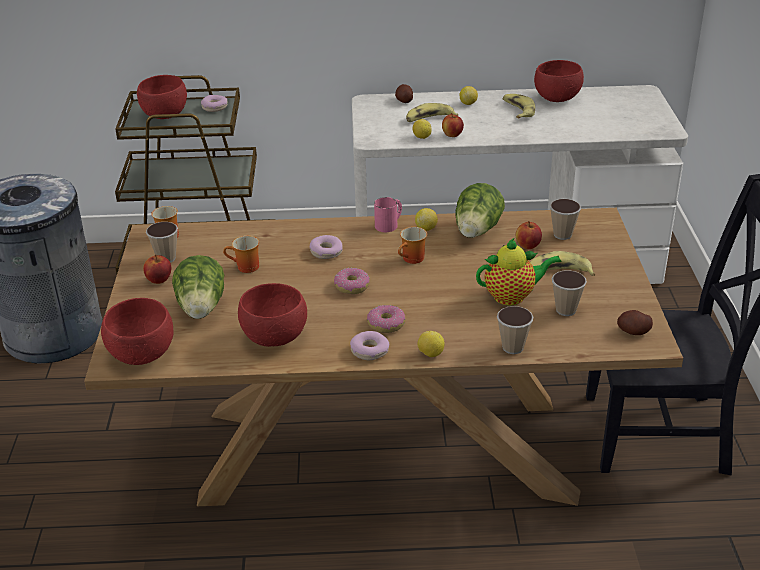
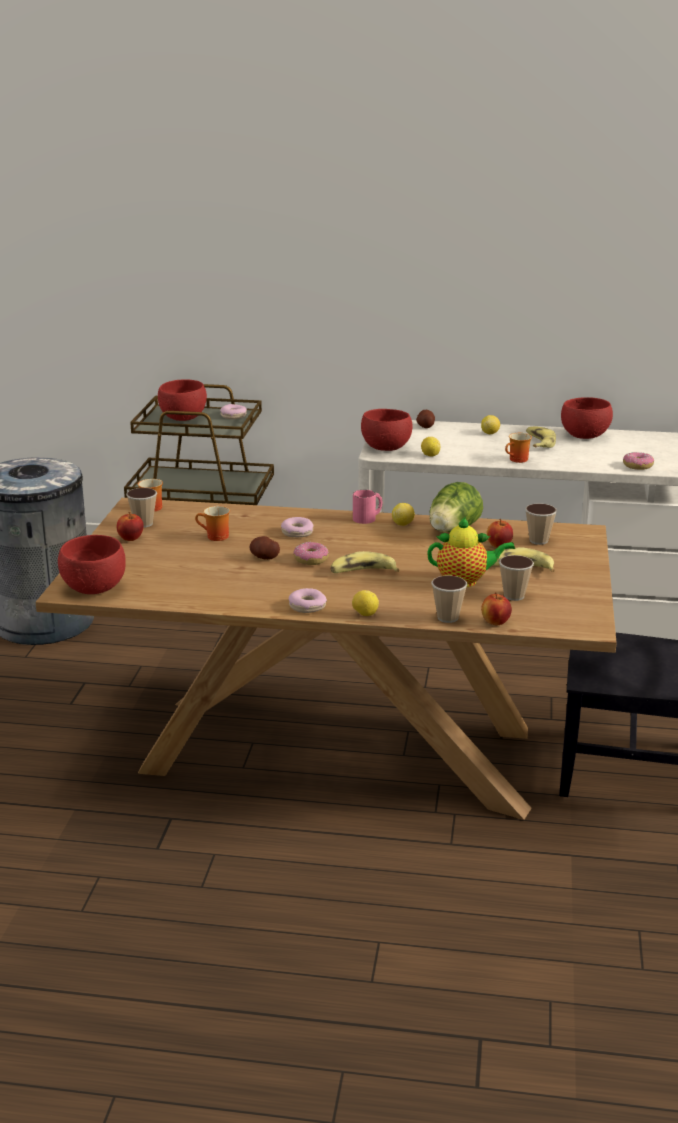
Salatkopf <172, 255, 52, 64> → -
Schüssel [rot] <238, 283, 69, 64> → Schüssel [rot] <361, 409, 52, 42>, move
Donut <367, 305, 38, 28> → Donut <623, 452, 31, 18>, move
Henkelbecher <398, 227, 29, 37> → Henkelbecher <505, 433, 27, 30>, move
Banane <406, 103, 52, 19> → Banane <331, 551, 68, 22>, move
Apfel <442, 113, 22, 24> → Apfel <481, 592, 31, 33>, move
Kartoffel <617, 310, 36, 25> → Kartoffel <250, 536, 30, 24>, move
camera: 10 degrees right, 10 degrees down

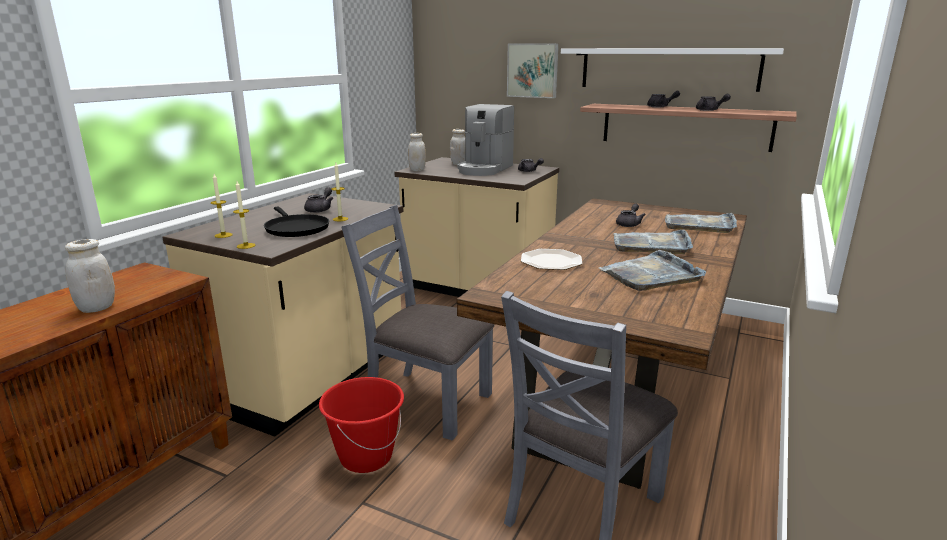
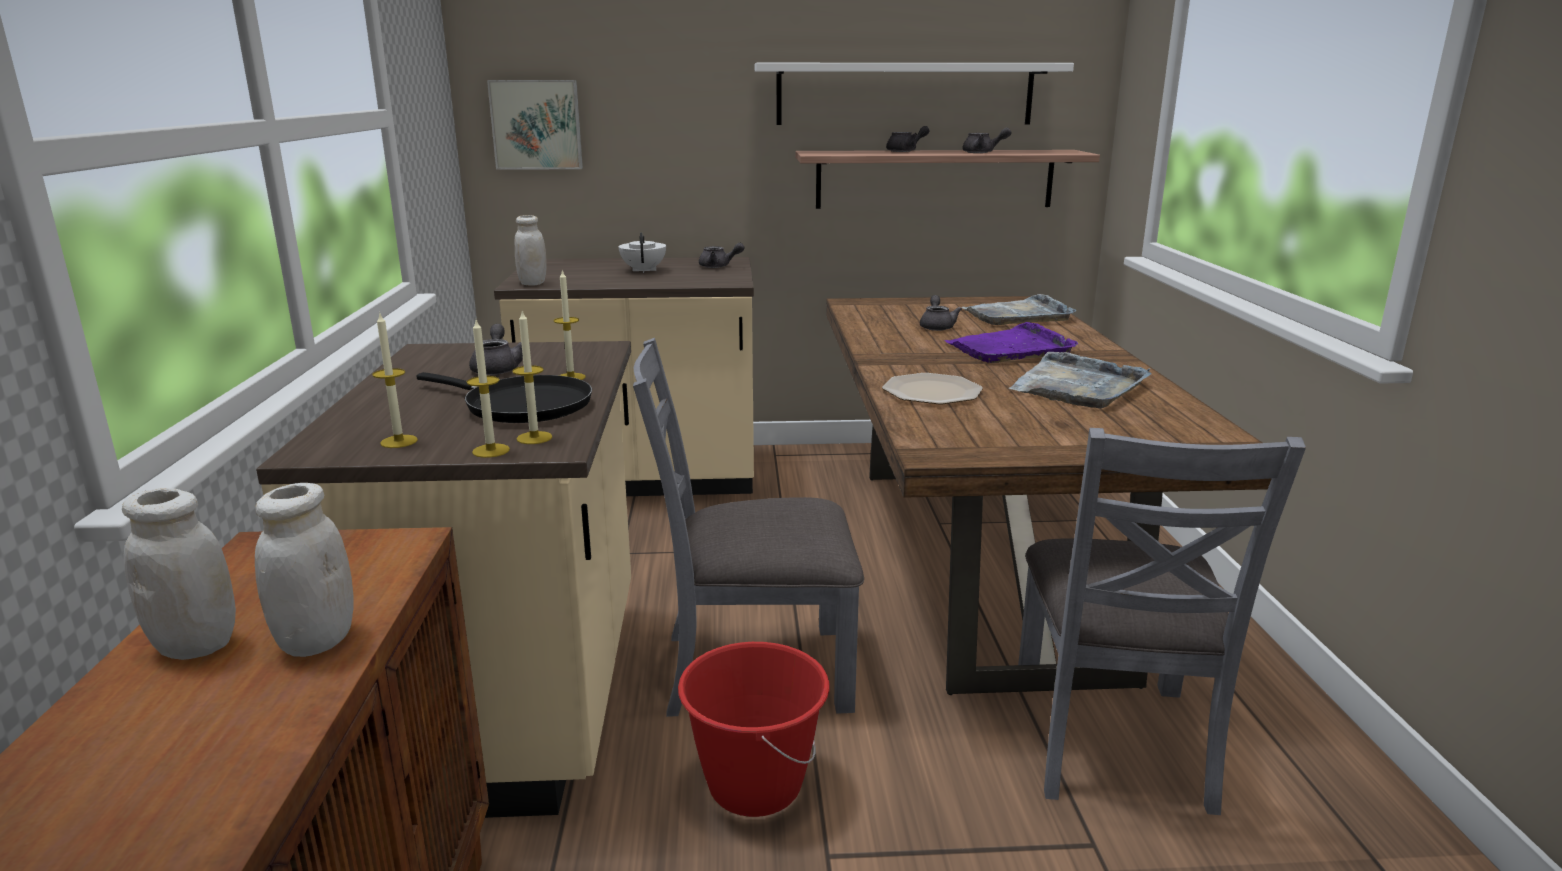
- → Kerze <512, 311, 40, 133>
Vorratsglas [weiß] <450, 129, 15, 36> → Vorratsglas [weiß] <122, 488, 114, 172>, move
Bild <507, 43, 52, 55> → Bild <487, 80, 96, 90>, move
Kaffeemaschine <457, 104, 57, 72> → Teekanne [weiß] <618, 232, 48, 41>
Tablett [grau] <614, 229, 79, 25> → Tablett [lila] <944, 322, 134, 41>
camera: 30 degrees left, 0 degrees up

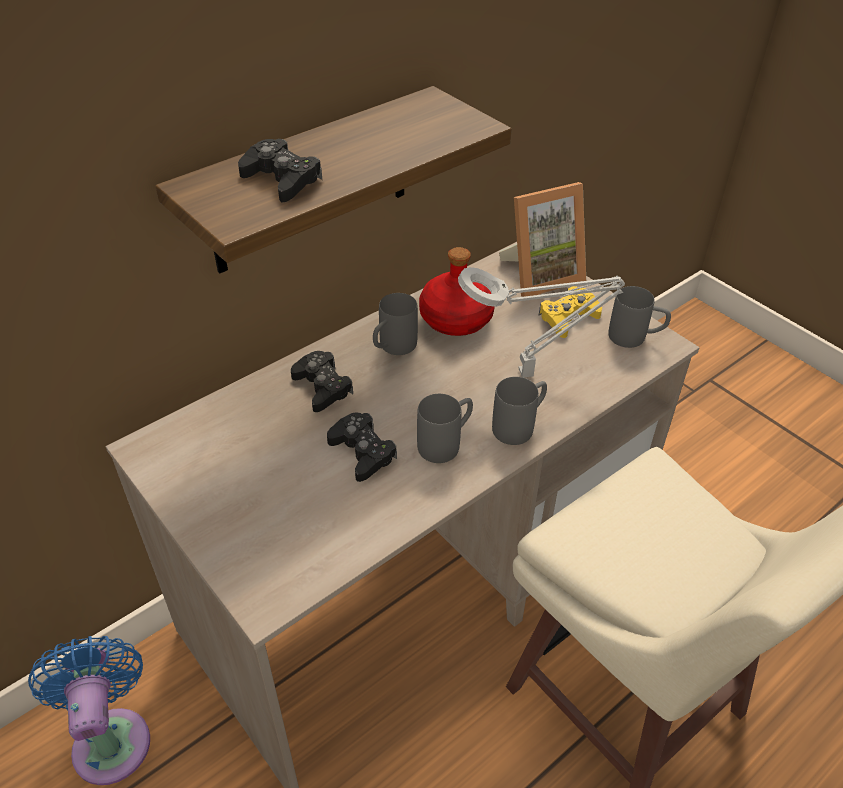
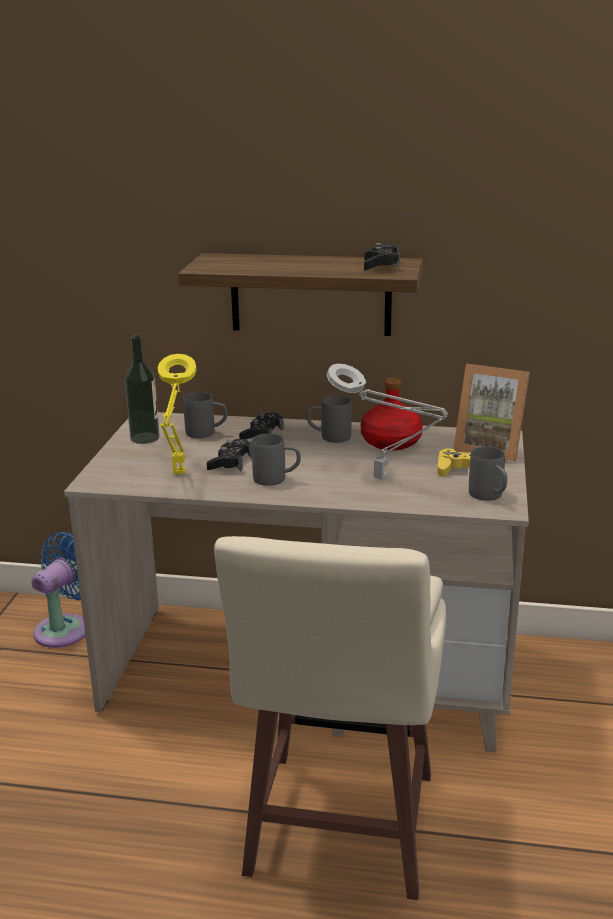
- → Flasche <125, 335, 34, 109>
- → Tischlampe [gelb] <157, 354, 40, 120>
Gamepad [schwarz] <238, 139, 84, 63> → Gamepad [schwarz] <364, 243, 36, 27>, move
Henkelbecher [grau] <492, 377, 55, 68> → Henkelbecher [grau] <183, 392, 44, 46>, move
camera: 50 degrees right, 20 degrees down

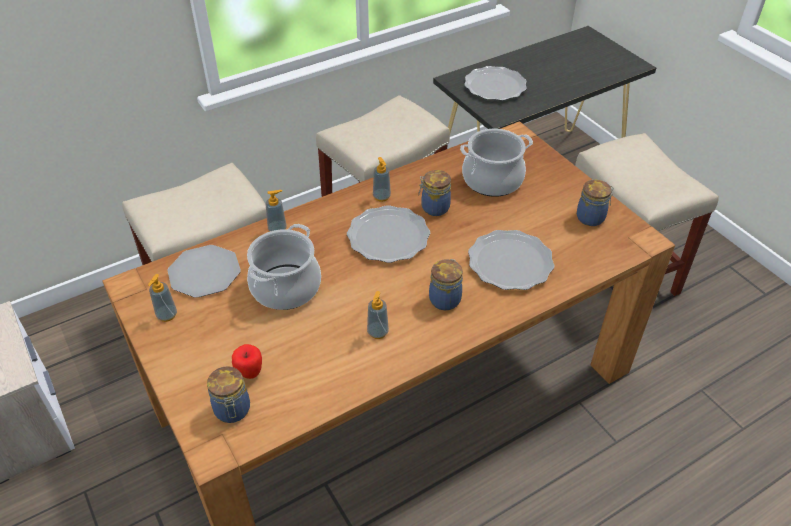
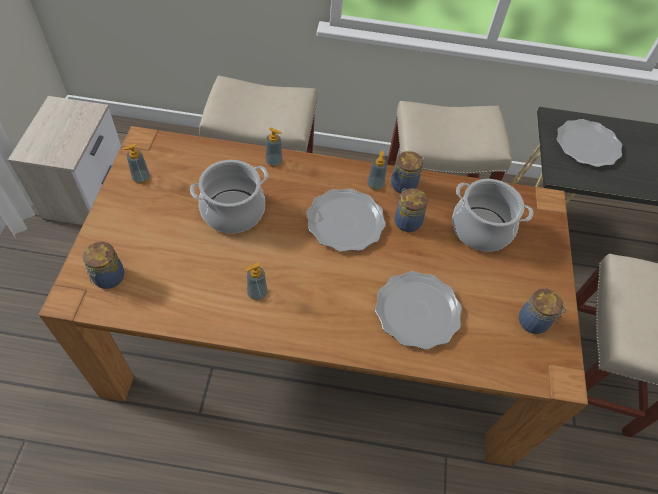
Teller <167, 245, 74, 53> → -
Apfel <232, 344, 30, 35> → -
Vorratsglas <429, 259, 34, 51> → Vorratsglas <391, 151, 33, 42>, move
camera: 35 degrees right, 10 degrees up

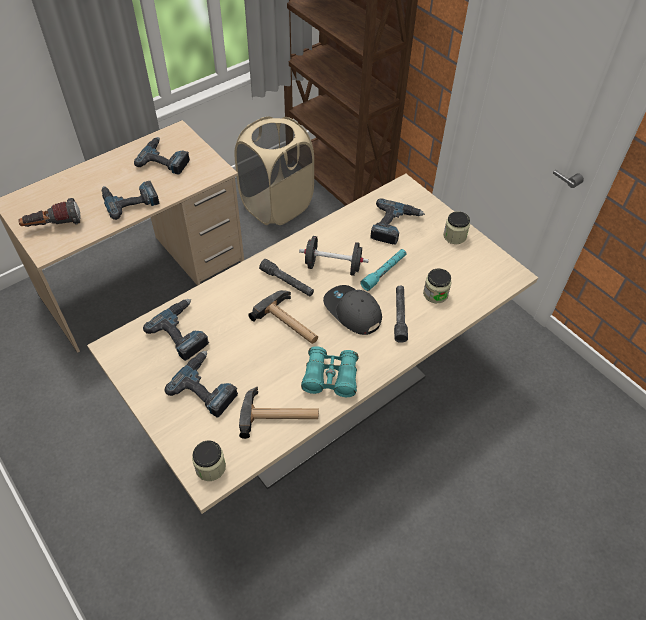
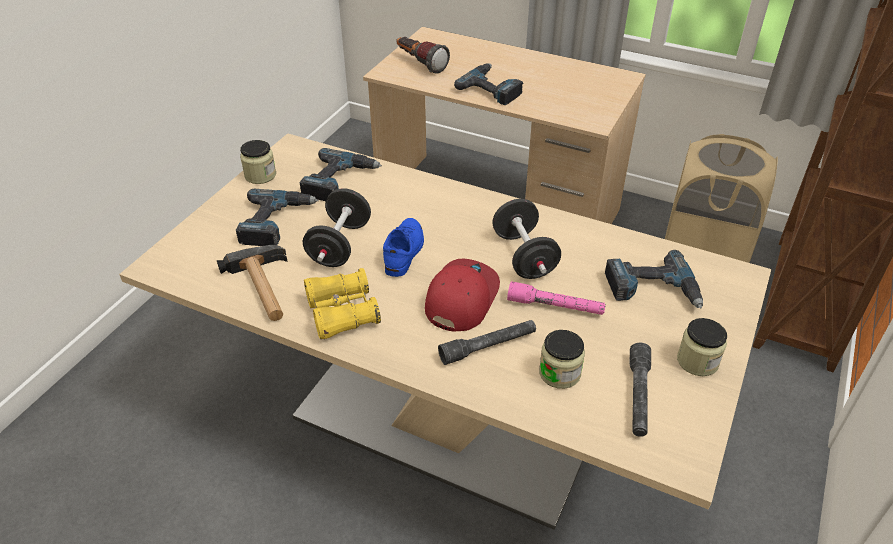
Bohrmaschine <134, 137, 56, 38> → -
- → Hantel [schwarz] <303, 188, 68, 79>
Vorratsglas <192, 441, 34, 40> → Vorratsglas <240, 140, 36, 44>, move
Taschenlampe [grau] <259, 259, 55, 37> → Taschenlampe [grau] <630, 343, 21, 94>, move
Hammer <248, 290, 70, 54> → Schuh [blau] <383, 218, 41, 59>
Fernglas [türkis] <301, 346, 58, 51> → Fernglas [gelb] <304, 268, 77, 71>
Kappe [grau] <323, 285, 59, 50> → Kappe [rot] <425, 259, 75, 73>
Taschenlampe [türkis] <360, 249, 46, 42> → Taschenlampe [rosa] <507, 281, 99, 34>
camera: 65 degrees right, 10 degrees down

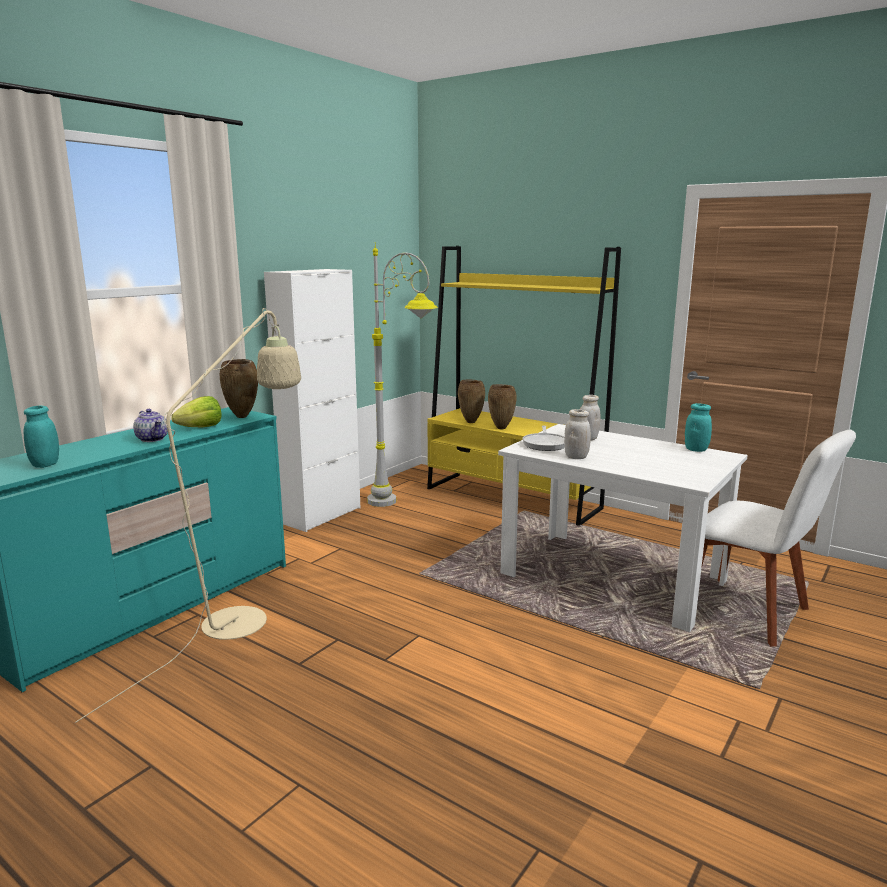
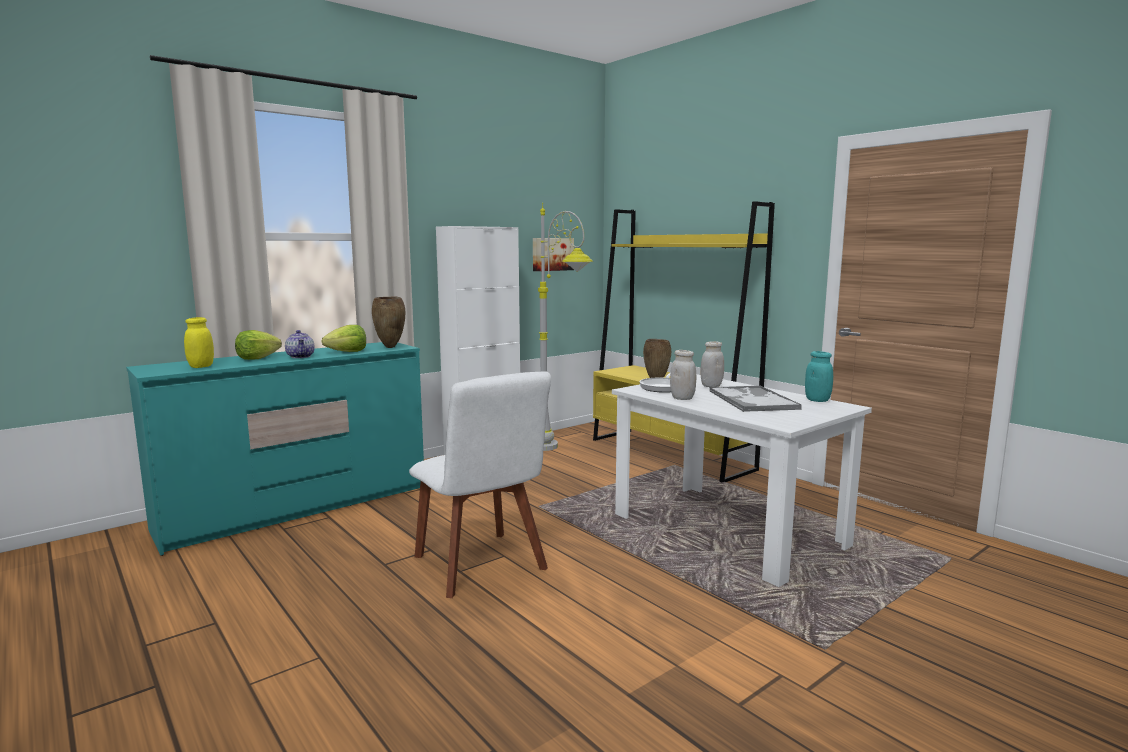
Stehlampe [beige] <75, 308, 226, 415> → -
Vase [braun] <458, 380, 27, 43> → -
- → Salatkopf <235, 330, 47, 30>
- → Bild <533, 238, 41, 33>
- → Tablett <709, 386, 93, 26>
Stuhl [weiß] <702, 430, 154, 217> → Stuhl [weiß] <409, 371, 142, 227>, move
Vorratsglas [türkis] <23, 405, 36, 63> → Vorratsglas [gelb] <184, 317, 30, 51>
camera: 15 degrees right, 5 degrees down

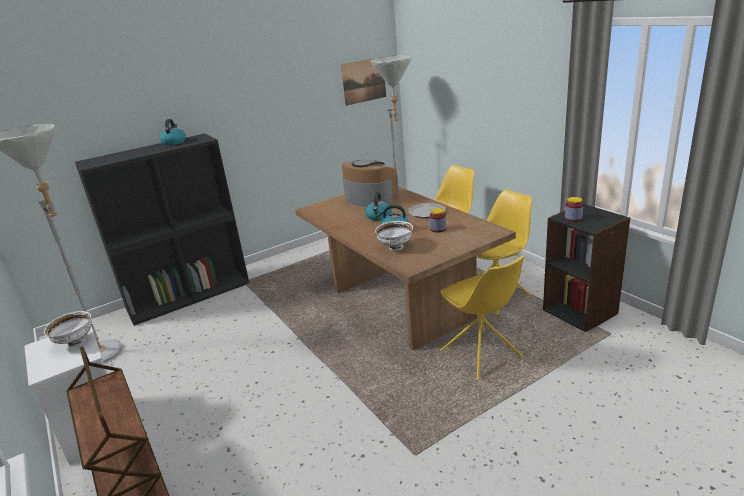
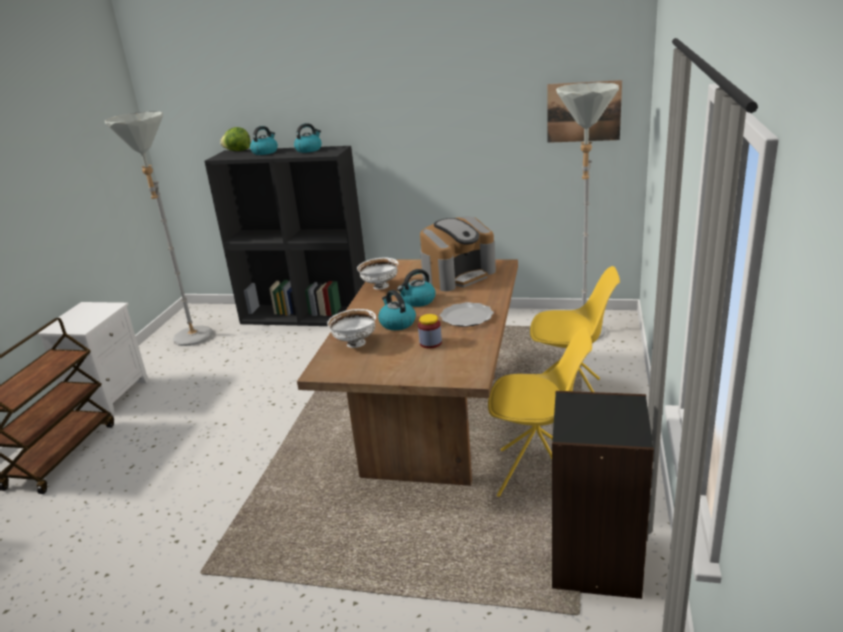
Stuhl [gelb] <440, 255, 84, 125> → -
Vorratsglas <565, 197, 18, 25> → -
- → Salatkopf <220, 127, 30, 24>
- → Wasserkessel <250, 126, 28, 29>
Schüssel [weiß] <44, 311, 48, 36> → Schüssel [weiß] <357, 258, 41, 32>, move
Kaffeemaschine <342, 160, 57, 47> → Kaffeemaschine <420, 216, 76, 75>, 60 degrees clockwise
camera: 45 degrees right, 0 degrees up

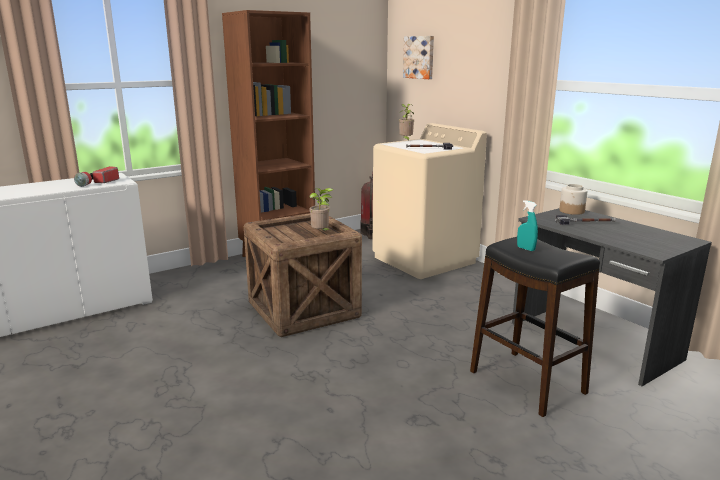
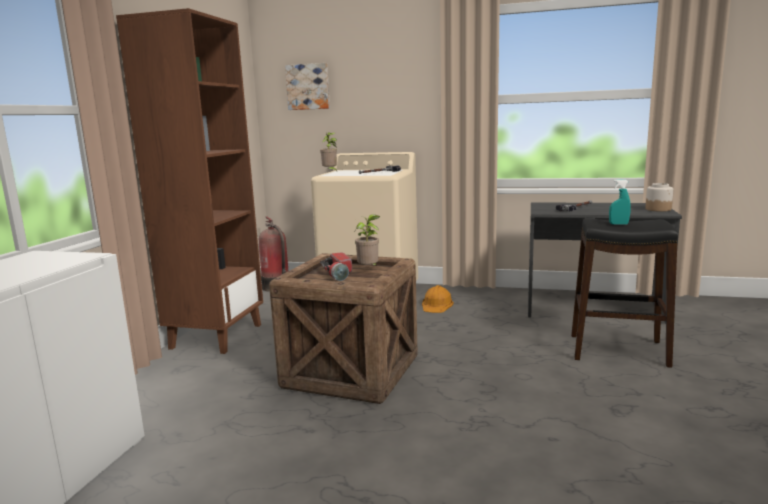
- → Schutzhelm [orange] <422, 285, 32, 28>
Taschenlampe <74, 166, 45, 21> → Taschenlampe <320, 252, 32, 29>, move
Vorratsglas <559, 184, 29, 31> → Vorratsglas <645, 183, 28, 29>, move
camera: 40 degrees left, 5 degrees down

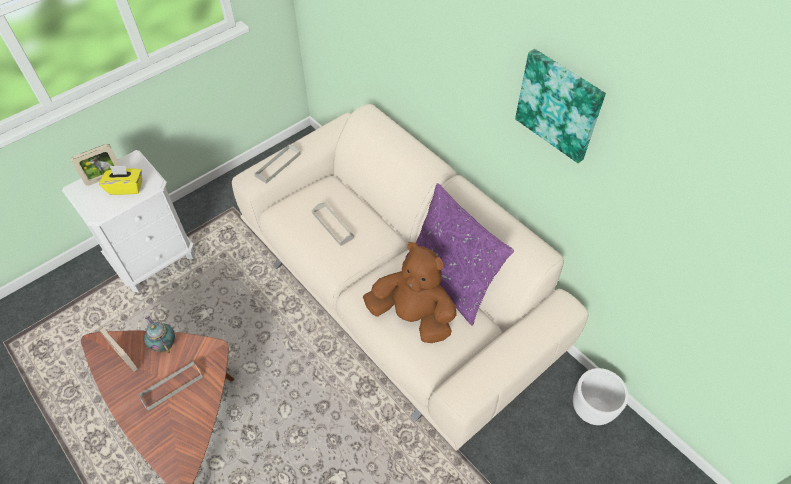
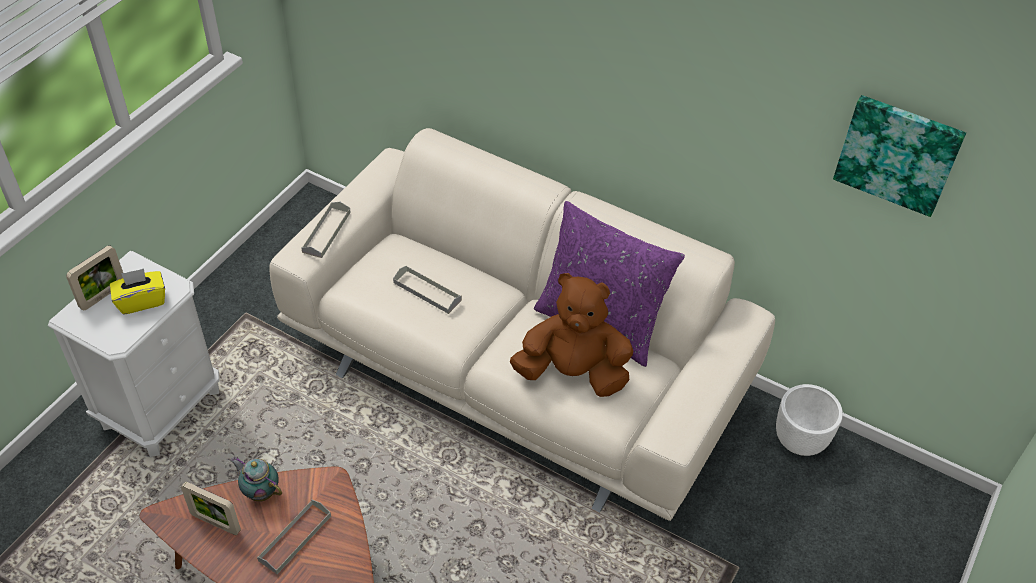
Bild <515, 49, 91, 114> → Bild <833, 95, 133, 122>, move
camera: 20 degrees left, 5 degrees down

